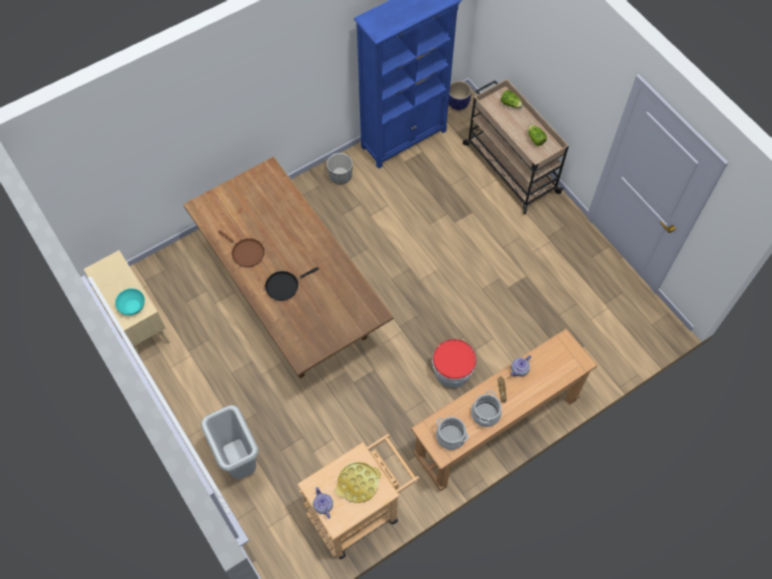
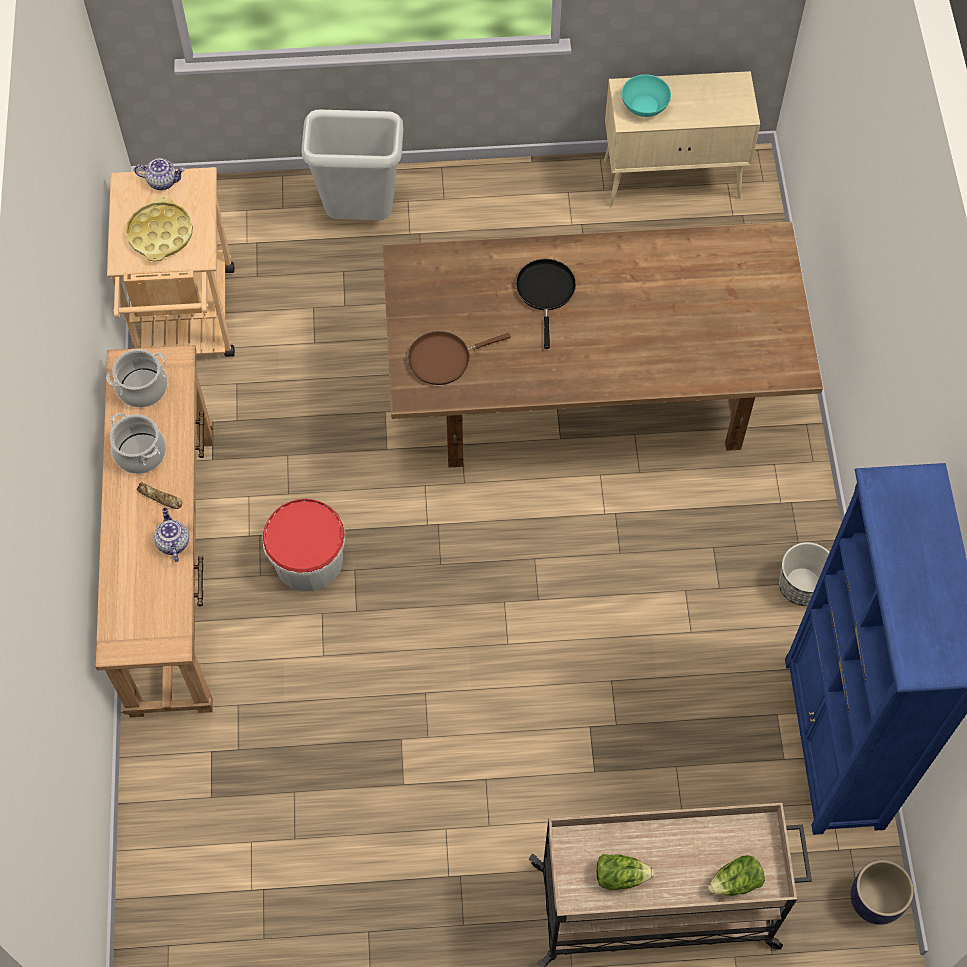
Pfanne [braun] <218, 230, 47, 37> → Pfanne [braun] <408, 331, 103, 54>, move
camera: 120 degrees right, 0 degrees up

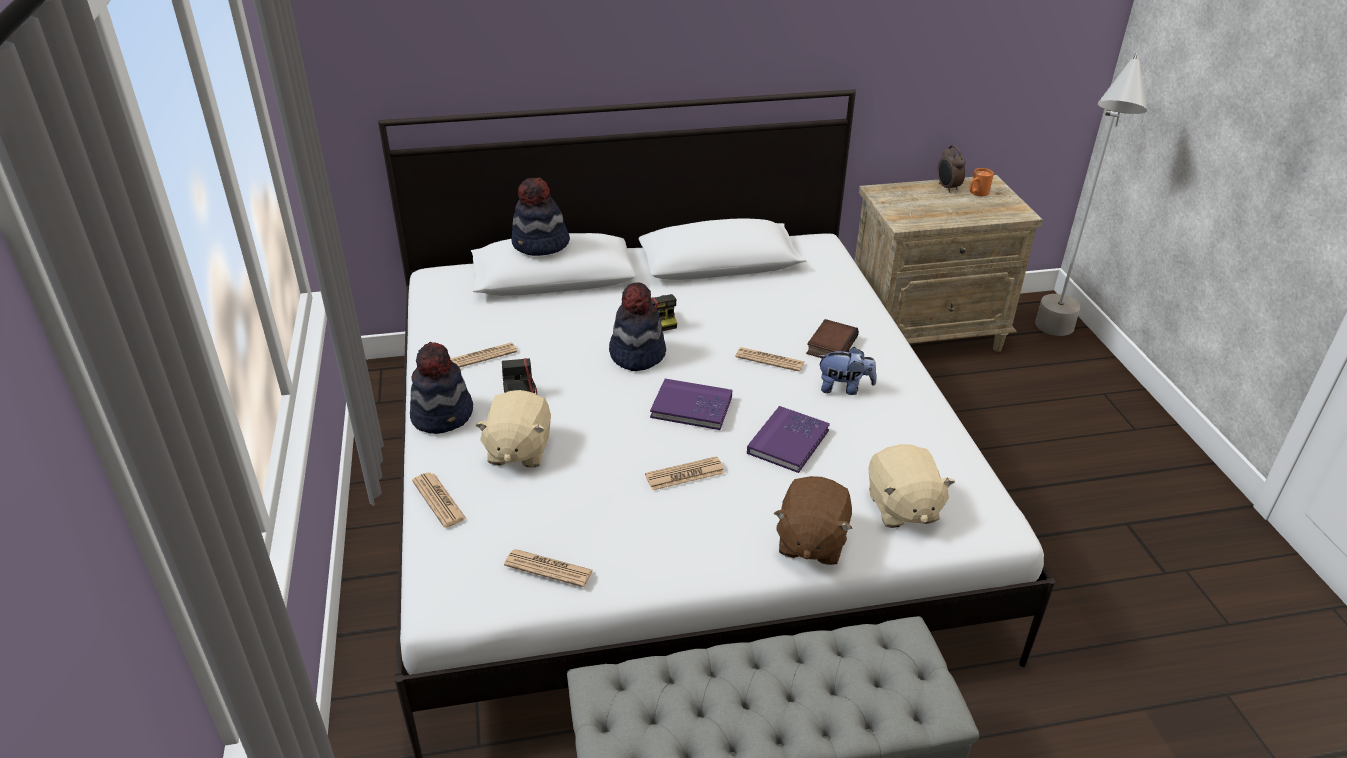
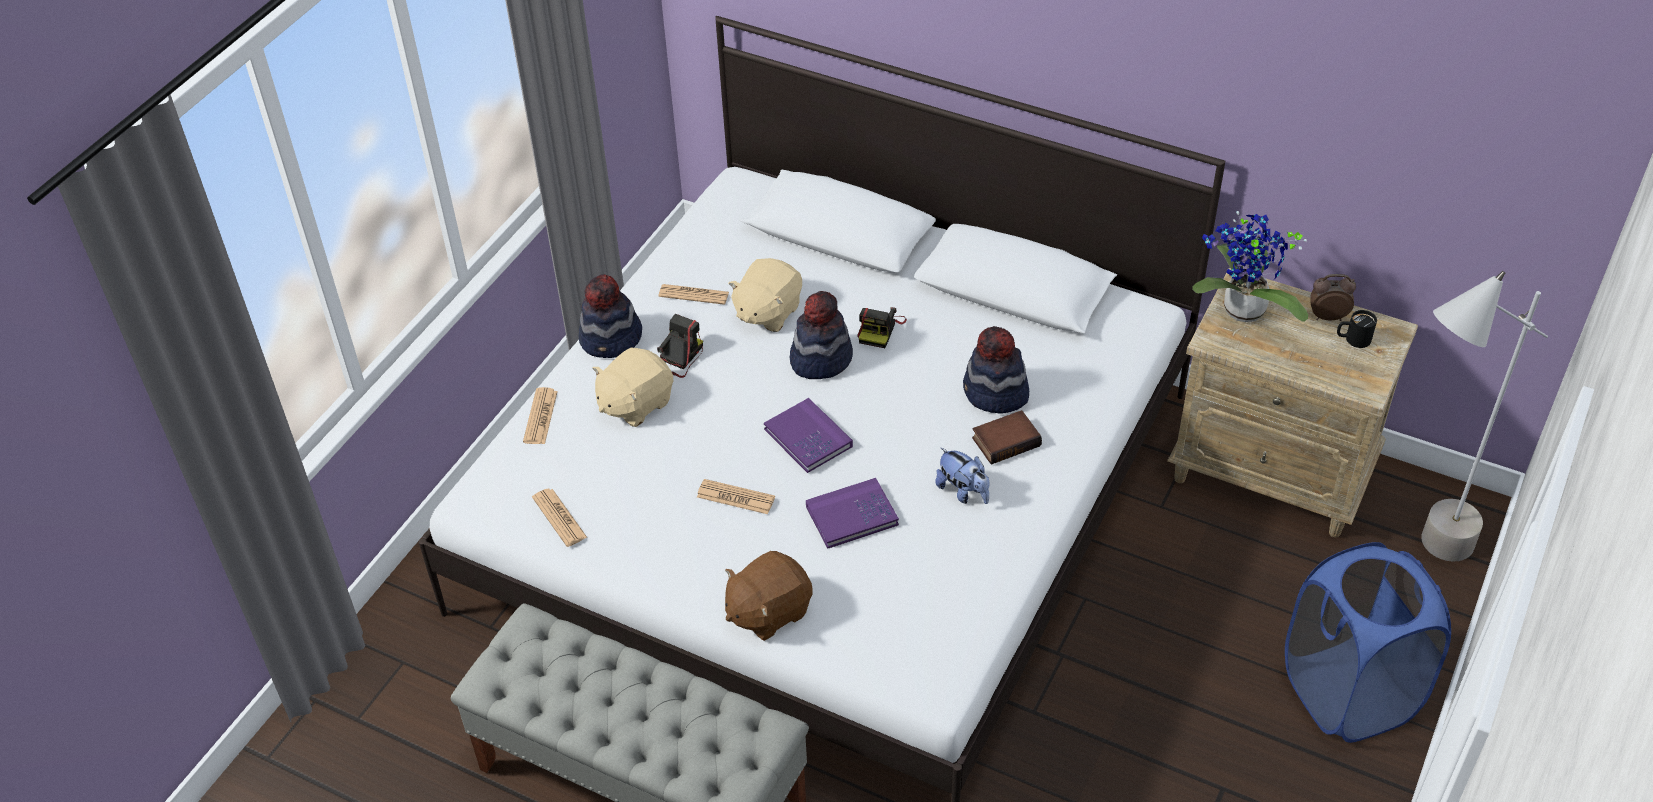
Zeitung <736, 347, 68, 25> → -
- → Topfpflanze <1192, 211, 116, 111>
- → Wäschekorb [blau] <1285, 542, 166, 201>
Hut <511, 178, 59, 78> → Hut <963, 326, 66, 87>, move
Plüschtier [beige] <868, 444, 87, 84> → Plüschtier [beige] <728, 258, 74, 74>, move
Henkelbecher [orange] <970, 168, 24, 28> → Henkelbecher [schwarz] <1337, 310, 40, 38>
Wecker <937, 145, 29, 48> → Wecker <1310, 274, 46, 47>, 75 degrees clockwise
camera: 40 degrees right, 10 degrees up

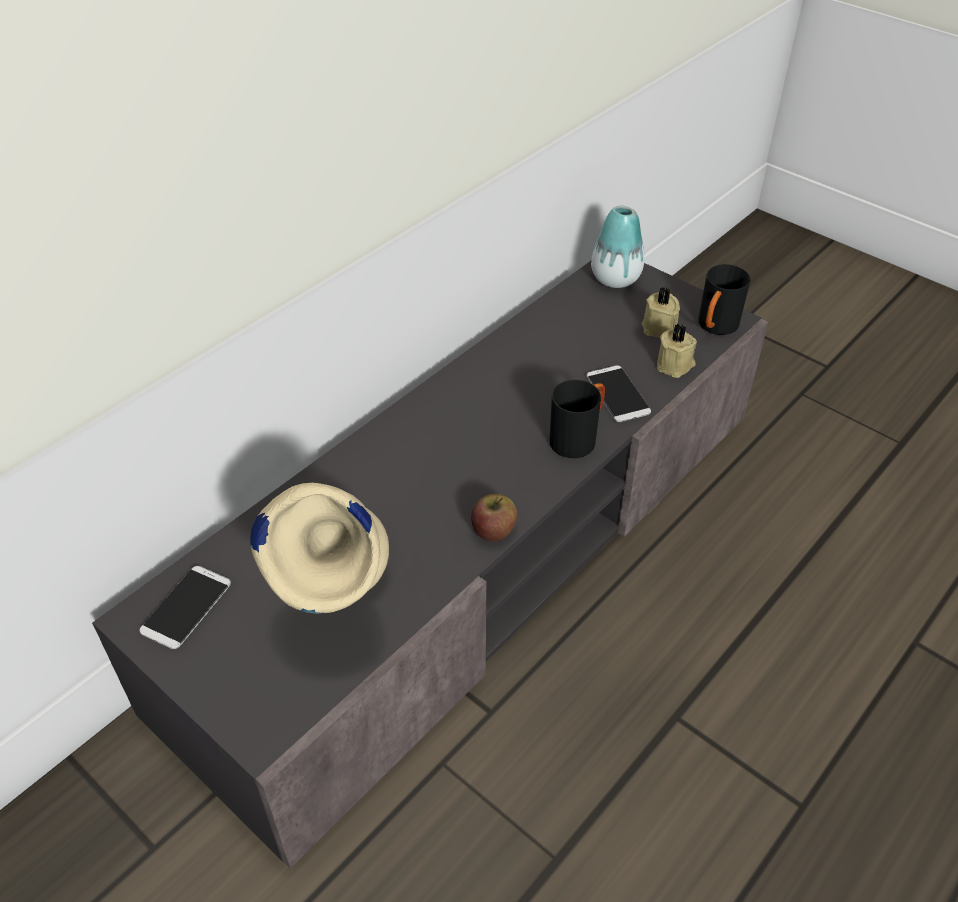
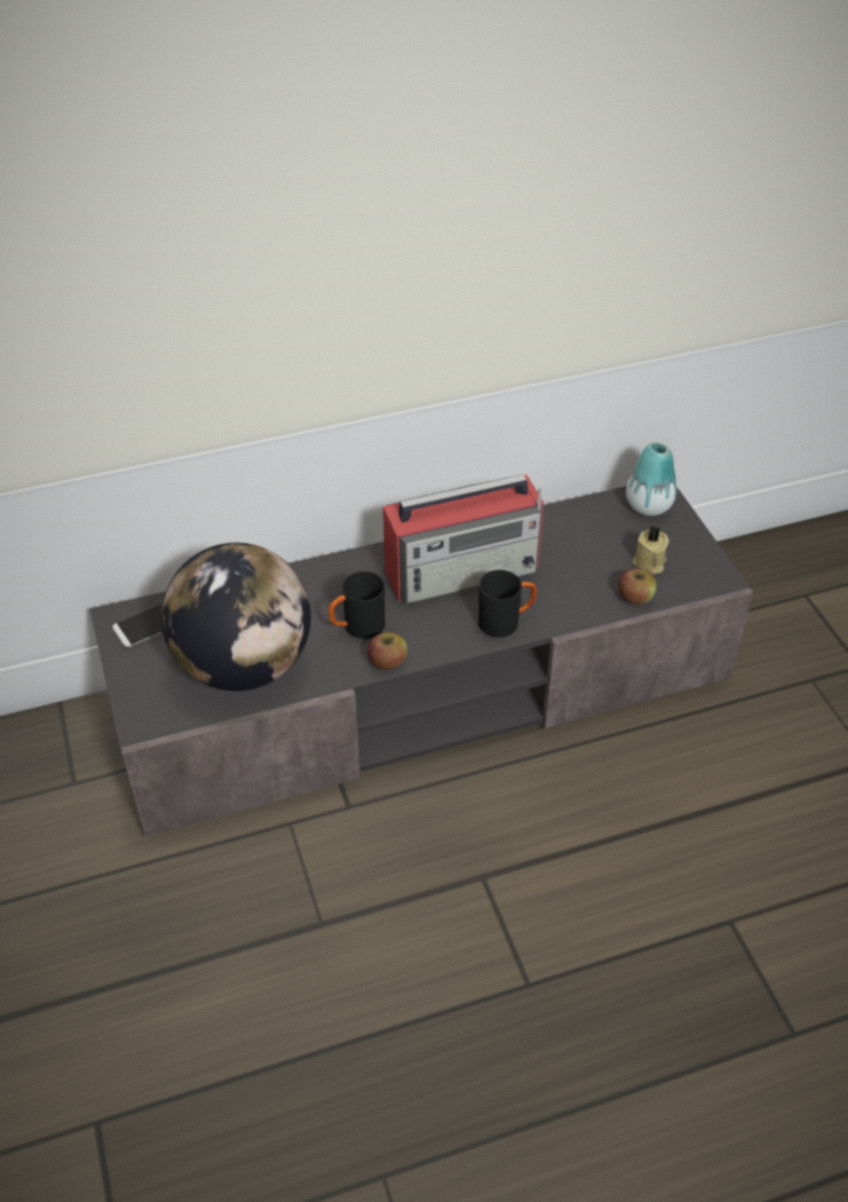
Handy <587, 365, 64, 57> → -
- → Radio <383, 474, 161, 130>
Henkelbecher [schwarz] <698, 264, 53, 71> → Henkelbecher [schwarz] <328, 571, 57, 68>, move
Vase [beige] <250, 483, 139, 131> → Globus <161, 543, 150, 148>
Kerze [beige] <657, 324, 40, 54> → Apfel <618, 568, 39, 36>
camera: 30 degrees right, 0 degrees up

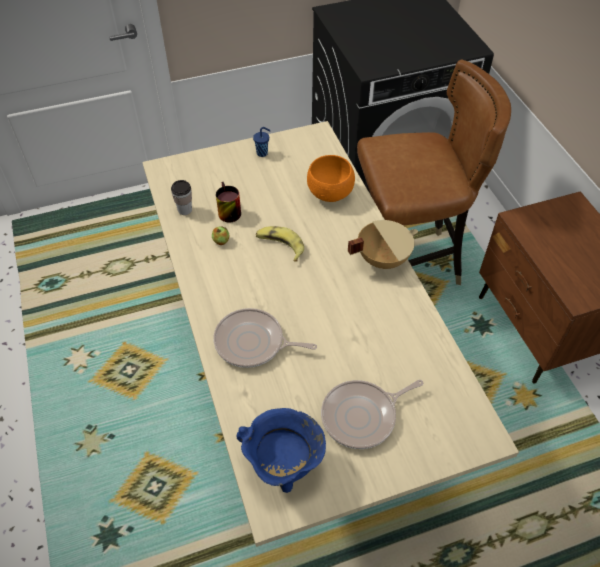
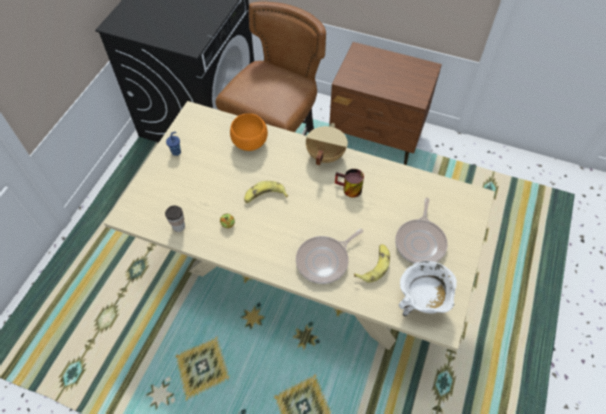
- → Banane <354, 244, 36, 39>
Henkelbecher <216, 182, 25, 40> → Henkelbecher <335, 169, 29, 29>, move
Kochtopf [blau] <236, 408, 90, 85> → Kochtopf [weiß] <399, 261, 58, 55>
camera: 50 degrees left, 5 degrees up

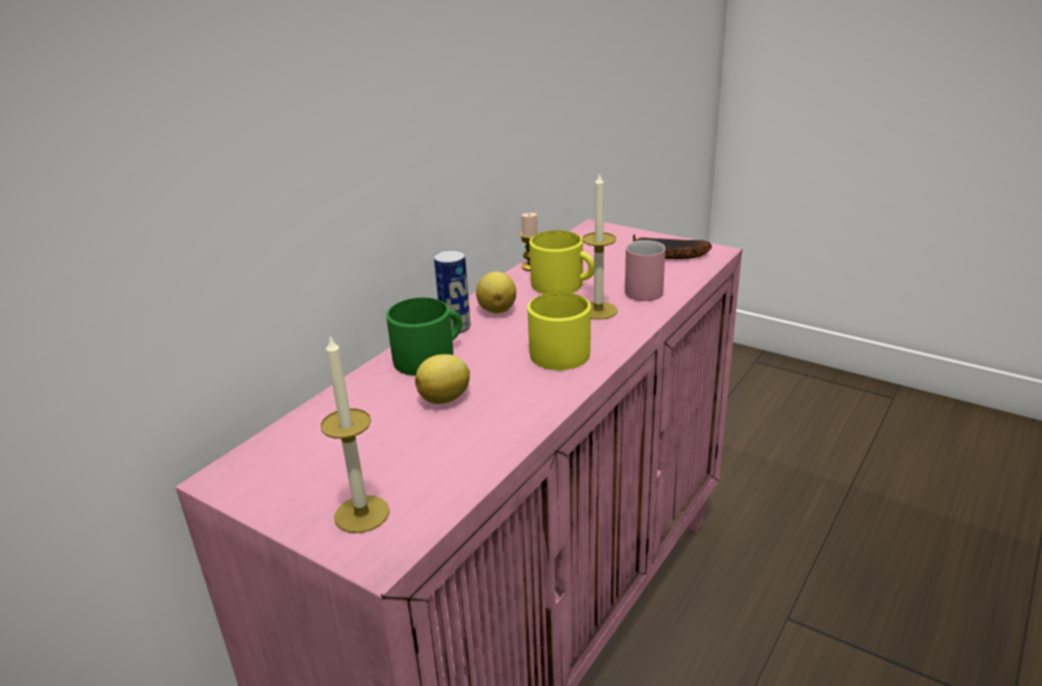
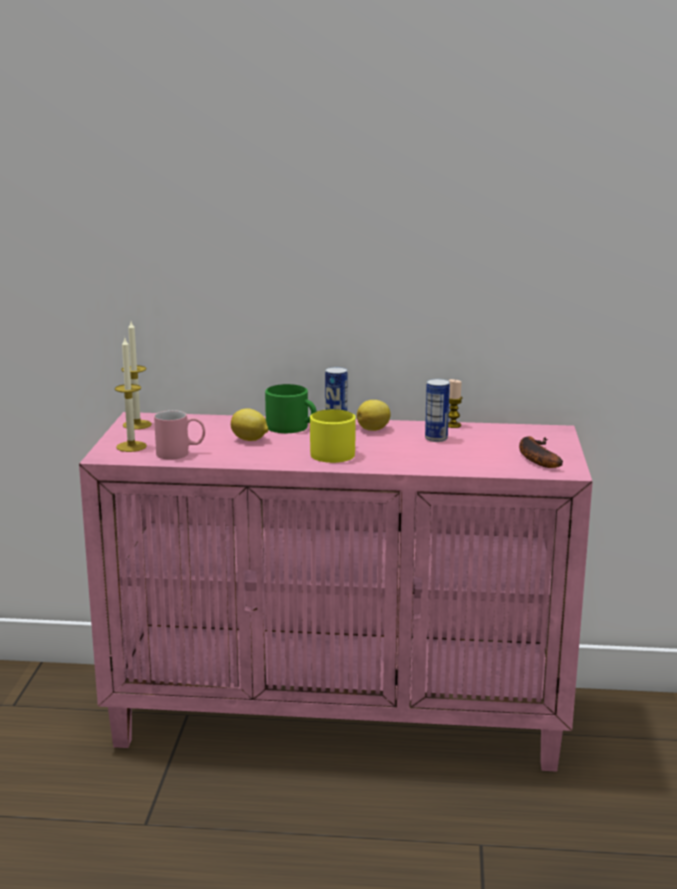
Kerze <582, 172, 35, 148> → Kerze <121, 321, 31, 109>, move
Henkelbecher [rosa] <625, 240, 41, 61> → Henkelbecher [rosa] <154, 410, 51, 50>, move
Henkelbecher [gelb] <529, 230, 65, 64> → Dose <425, 379, 25, 63>
camera: 60 degrees right, 10 degrees down

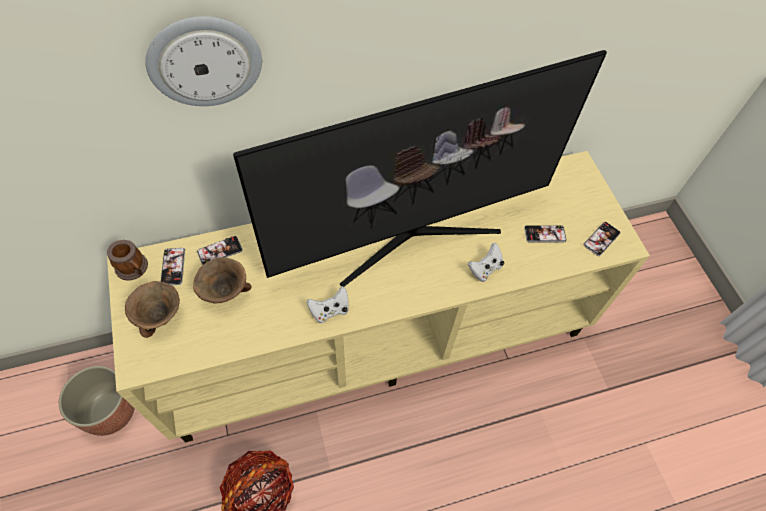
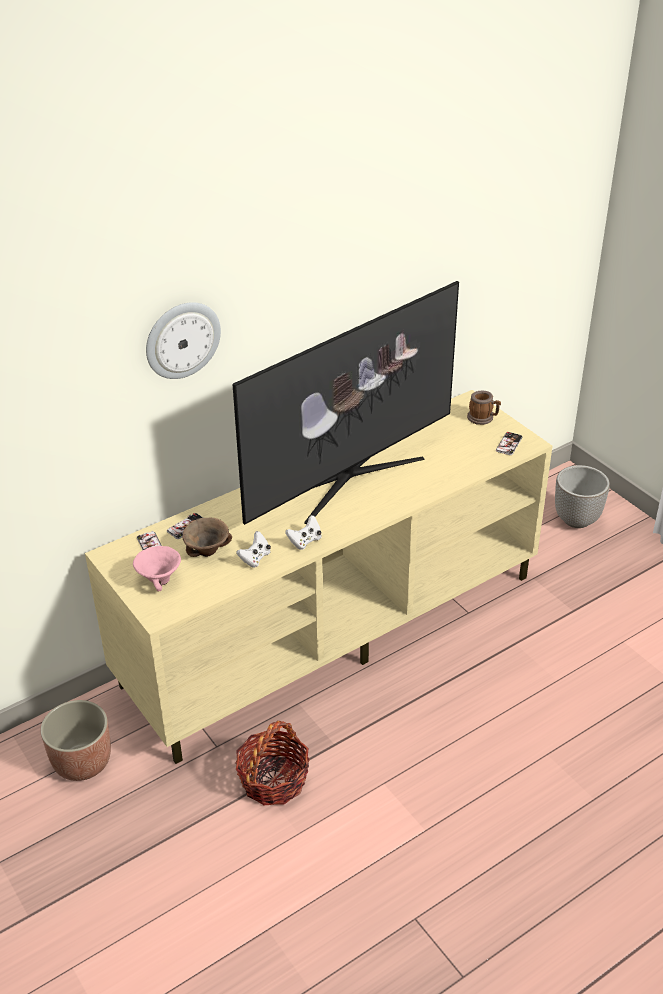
Handy <524, 225, 43, 17> → -
- → Pflanzkübel <555, 465, 55, 63>
Henkelbecher <107, 240, 41, 41> → Henkelbecher <467, 390, 34, 35>, move
Gamepad [weiß] <468, 243, 36, 39> → Gamepad [weiß] <236, 531, 35, 37>, move
Schüssel [braun] <125, 281, 55, 57> → Schüssel [rosa] <133, 546, 48, 45>
camera: 15 degrees left, 20 degrees down

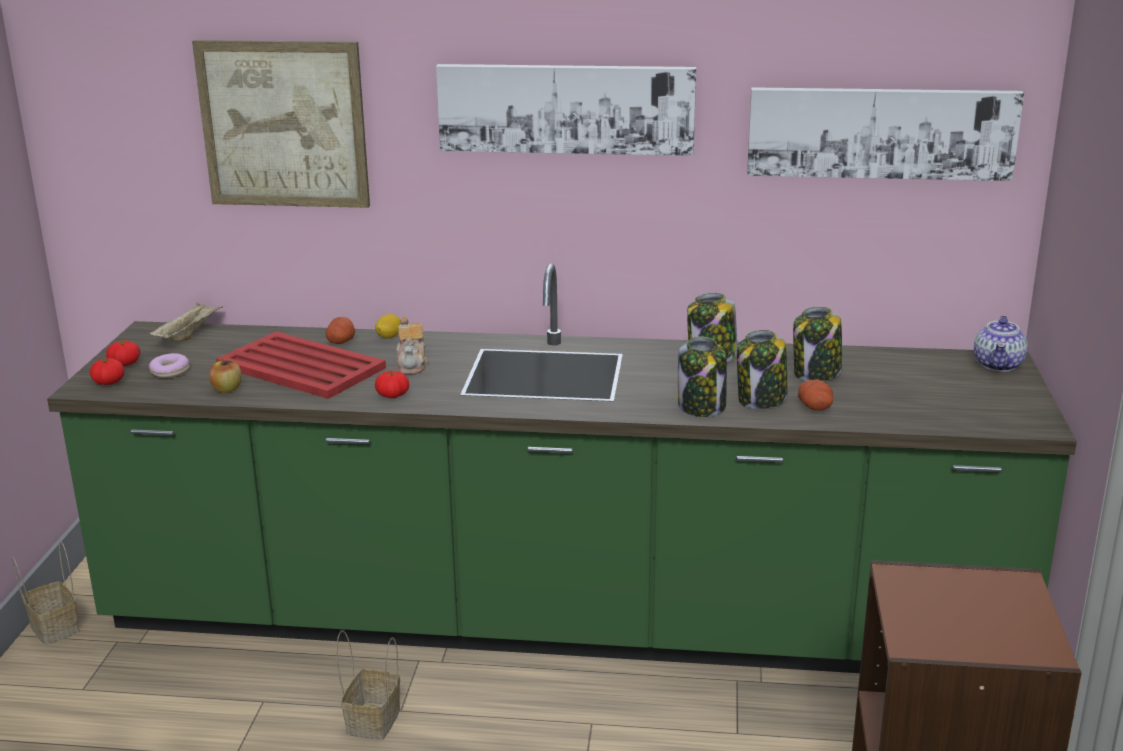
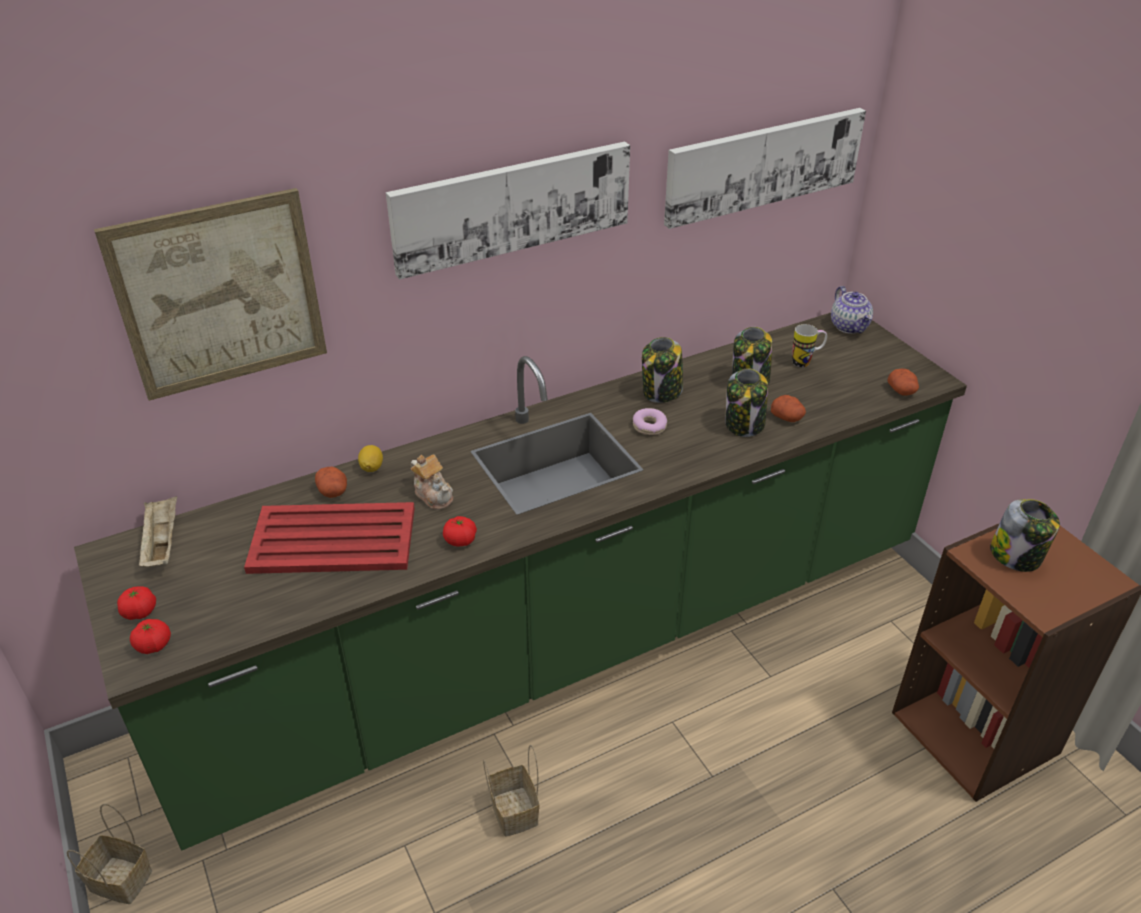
Apfel <209, 358, 32, 35> → -
- → Henkelbecher <792, 324, 35, 44>
- → Kartoffel <887, 368, 32, 28>
Donut <149, 353, 40, 25> → Donut <633, 408, 34, 27>, move
Vorratsglas <678, 337, 49, 80> → Vorratsglas <990, 499, 70, 73>, move
camera: 35 degrees left, 15 degrees up

